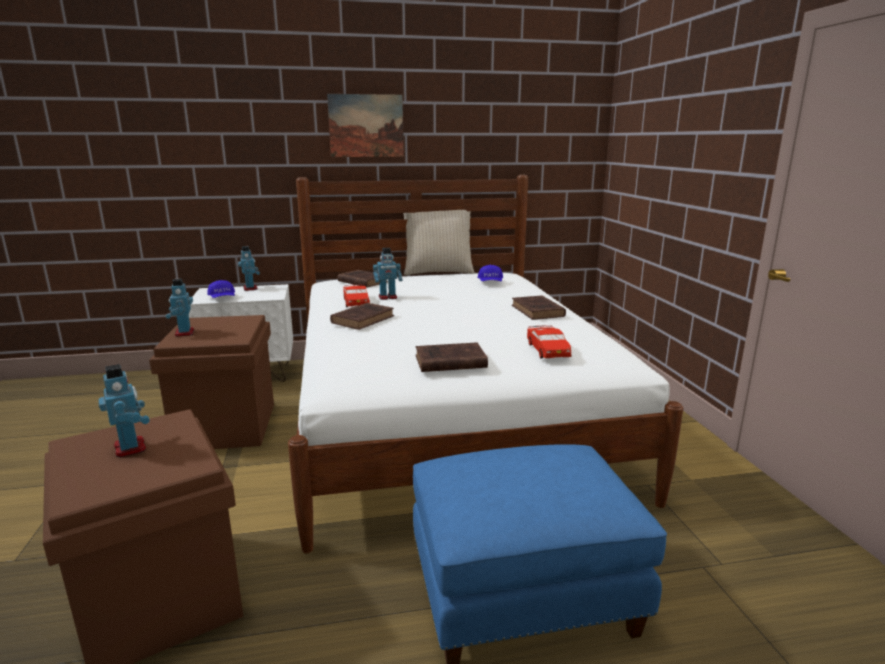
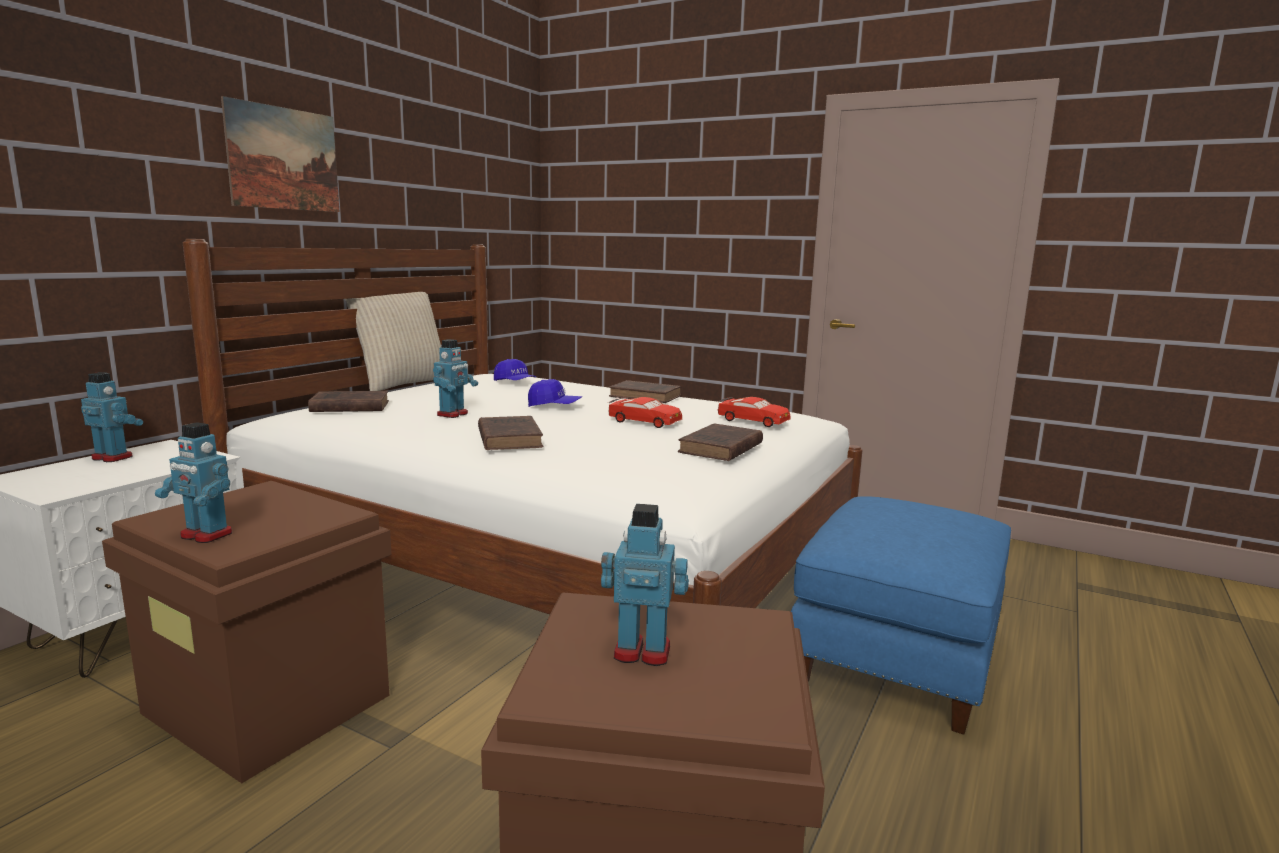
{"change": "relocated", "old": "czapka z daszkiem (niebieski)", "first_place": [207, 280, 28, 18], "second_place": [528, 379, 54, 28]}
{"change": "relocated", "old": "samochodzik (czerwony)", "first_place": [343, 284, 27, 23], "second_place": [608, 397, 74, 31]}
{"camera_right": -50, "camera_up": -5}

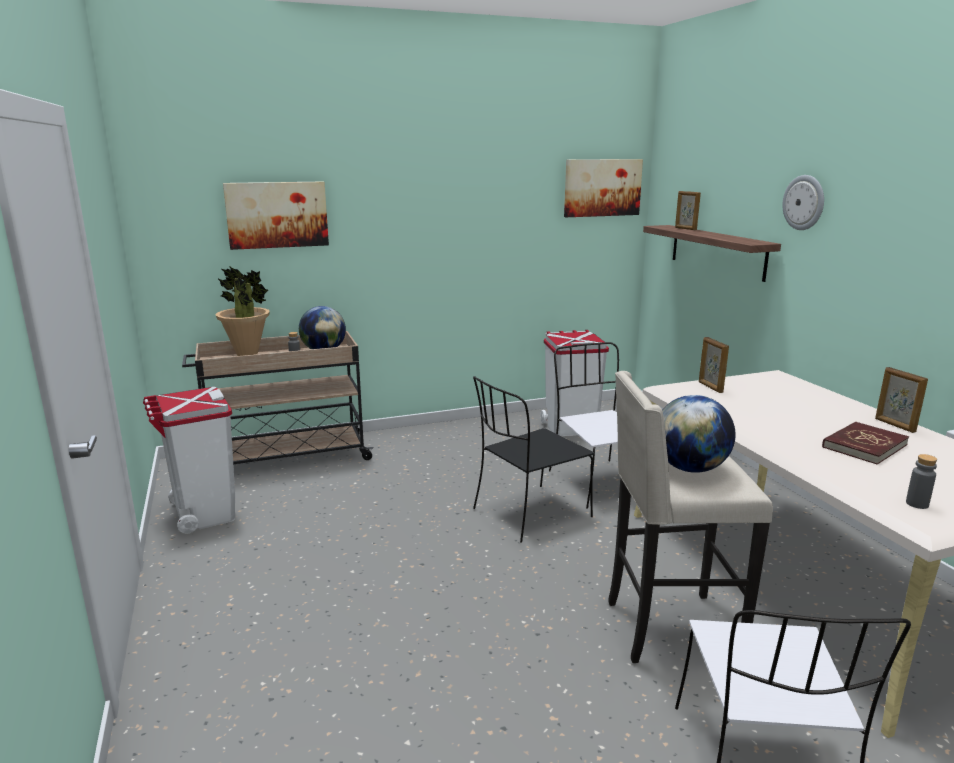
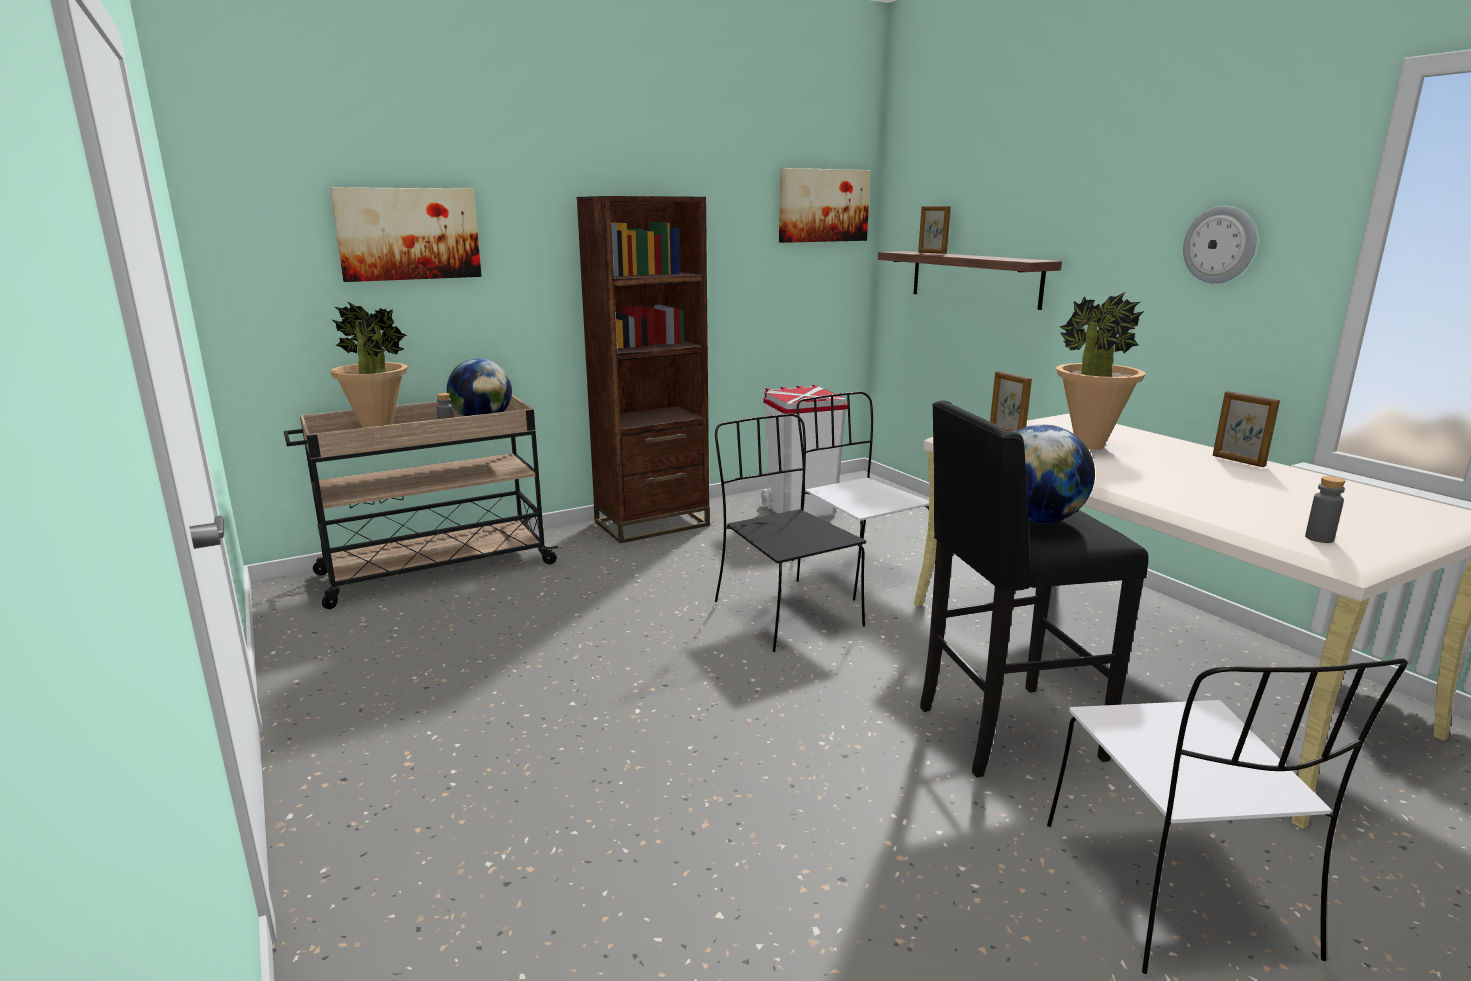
{"change": "appeared", "new": "regał (brązowy)", "second_place": [577, 196, 133, 347]}
{"change": "spun", "old": "krzesło (czarny)", "first_place": [473, 376, 121, 167], "second_place": [715, 414, 151, 238], "degrees": 105}
{"change": "colour", "old": "stołek (beżowy)", "new": "stołek (czarny)", "first_place": [608, 371, 165, 292], "second_place": [920, 400, 229, 378]}
{"change": "appeared", "new": "roślina doniczkowa", "second_place": [1056, 292, 90, 158]}
{"change": "relocated", "old": "zegar ścienny", "first_place": [782, 175, 42, 55], "second_place": [1183, 206, 74, 78]}
{"change": "missing", "old": "kosz na śmieci (biały)", "first_place": [143, 387, 92, 147]}
{"change": "missing", "old": "książka (czerwony)", "first_place": [822, 422, 87, 43]}
{"camera_right": -10, "camera_up": 0}

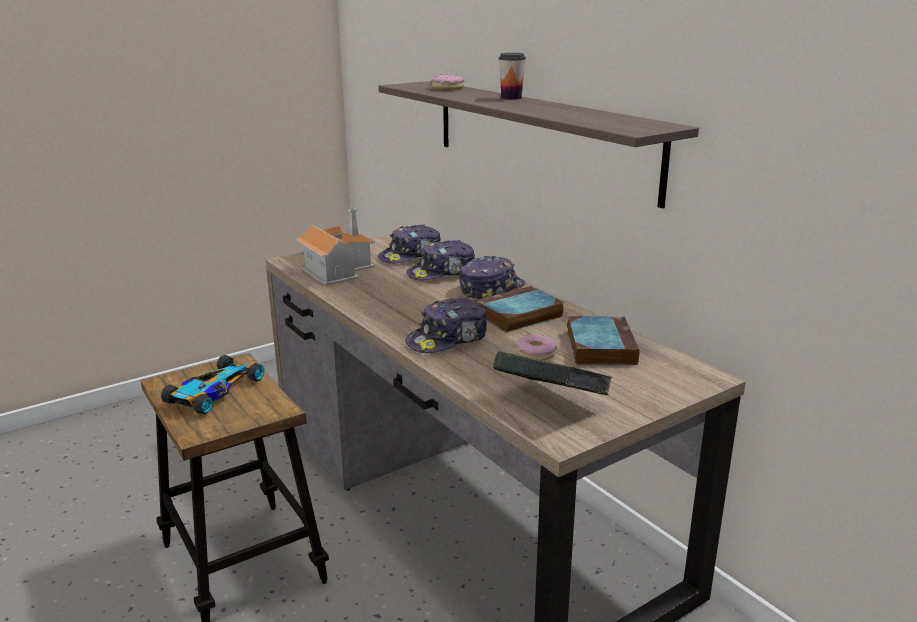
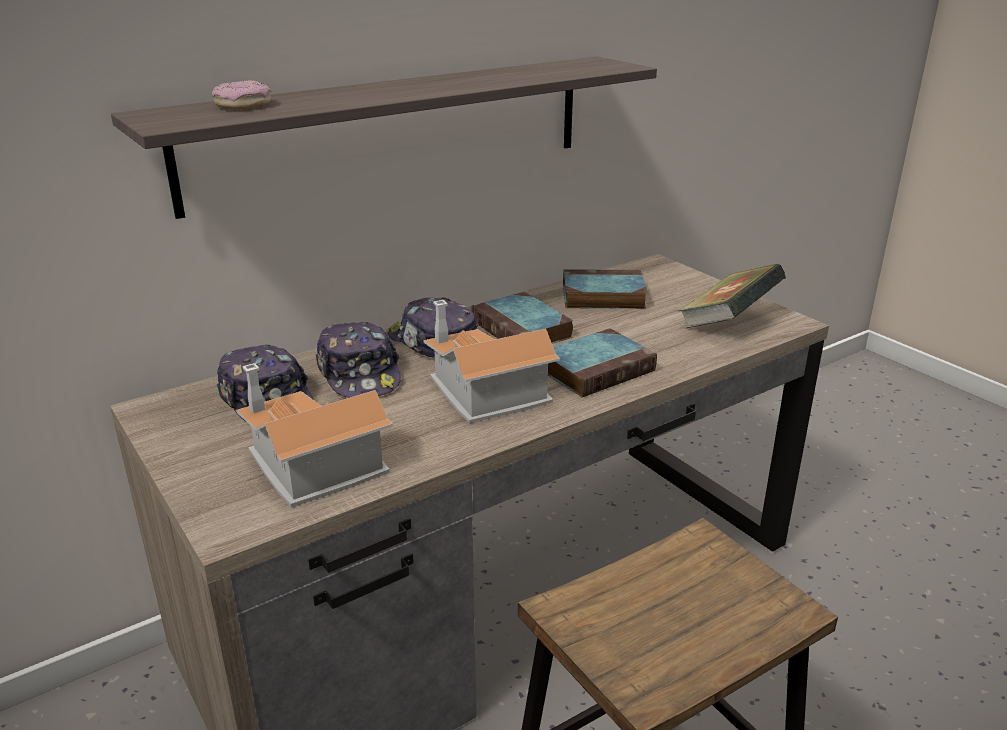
{"change": "appeared", "new": "domek", "second_place": [423, 300, 137, 123]}
{"change": "exchanged", "old": "czapka z daszkiem", "new": "książka", "first_place": [405, 297, 82, 56], "second_place": [548, 328, 109, 69]}
{"change": "missing", "old": "samochodzik", "first_place": [161, 355, 103, 60]}
{"change": "missing", "old": "filiżanka", "first_place": [499, 53, 27, 47]}
{"change": "missing", "old": "donut", "first_place": [516, 334, 41, 27]}
{"camera_right": -90, "camera_up": 5}

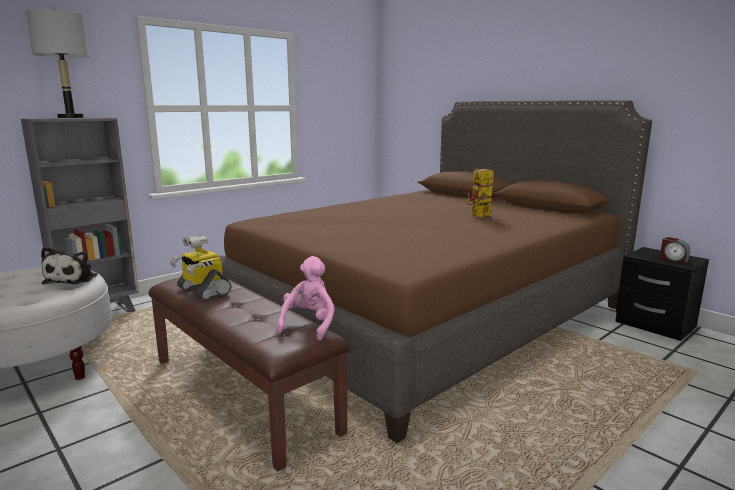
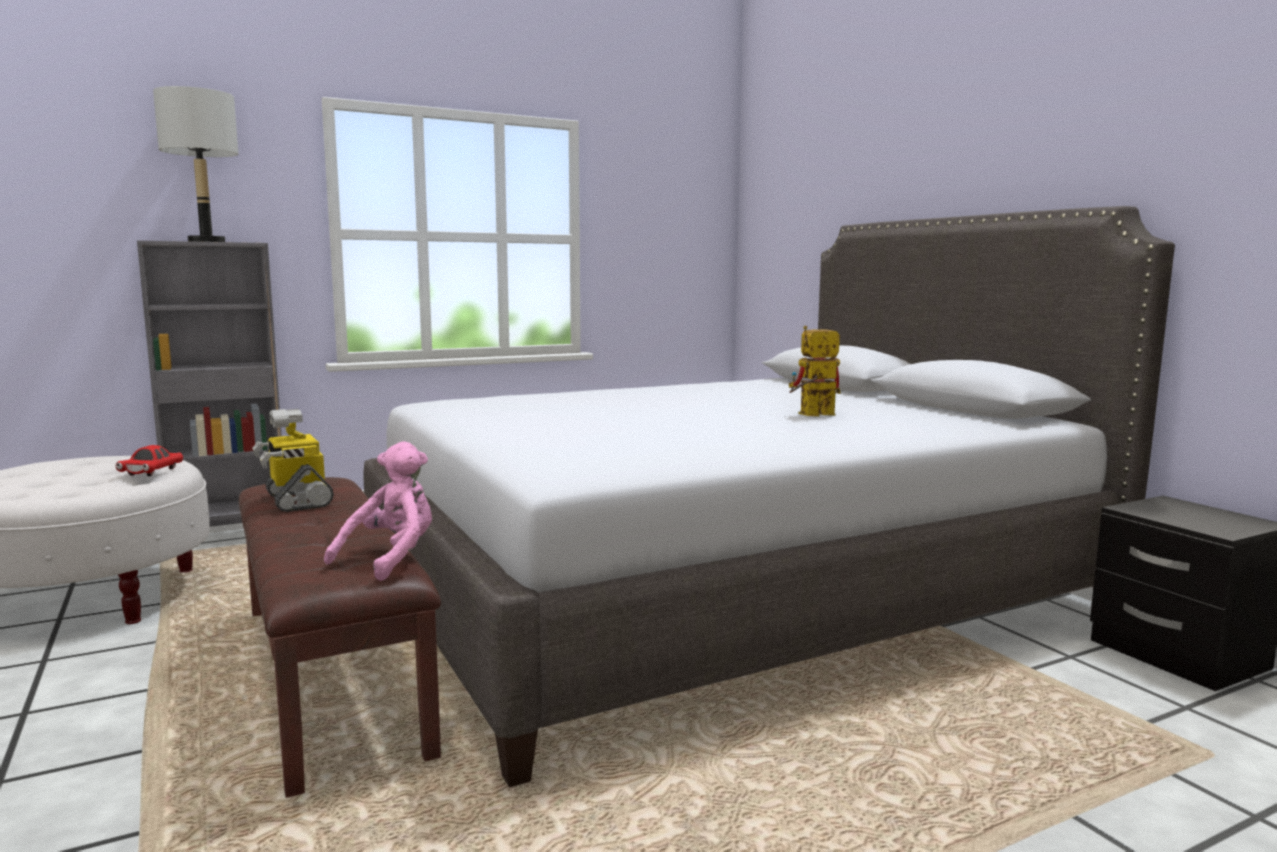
{"change": "exchanged", "old": "pluszak", "new": "samochodzik (czerwony)", "first_place": [41, 247, 57, 38], "second_place": [115, 445, 68, 31]}
{"change": "colour", "old": "łóżko (brązowy)", "new": "łóżko (szary)", "first_place": [219, 100, 433, 343], "second_place": [363, 206, 812, 582]}
{"change": "missing", "old": "budzik", "first_place": [660, 237, 30, 26]}
{"camera_right": 15, "camera_up": -5}

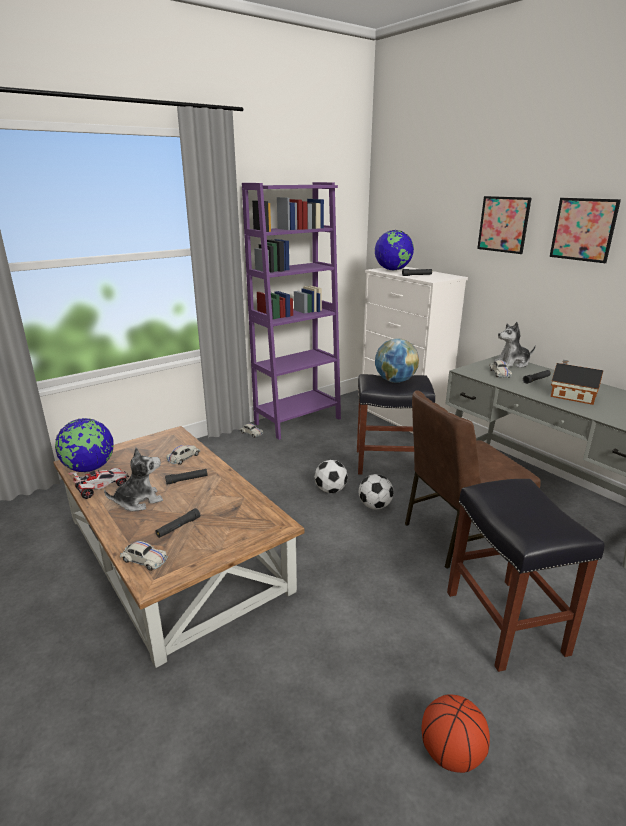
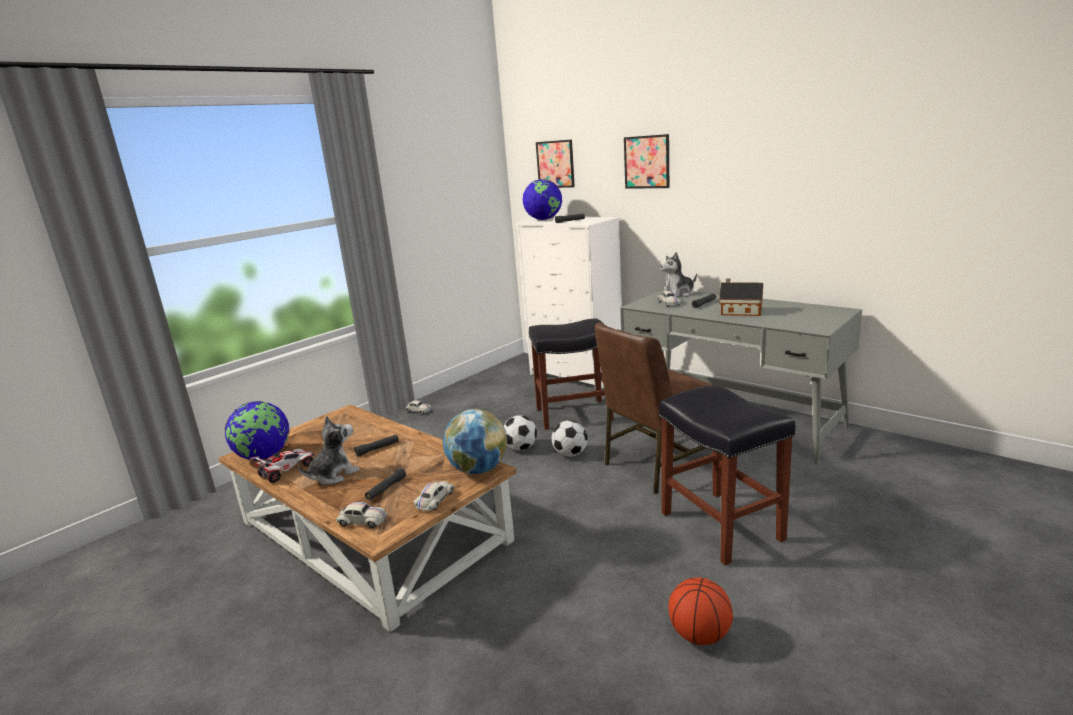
{"change": "relocated", "old": "samochodzik (biały)", "first_place": [166, 445, 34, 20], "second_place": [414, 481, 41, 30]}
{"change": "relocated", "old": "globus", "first_place": [375, 338, 44, 45], "second_place": [443, 409, 64, 65]}
{"change": "relocated", "old": "obraz", "first_place": [550, 198, 71, 65], "second_place": [536, 140, 39, 48]}
{"change": "missing", "old": "regał (fioletowy)", "first_place": [242, 182, 99, 258]}
{"camera_right": -10, "camera_up": -5}

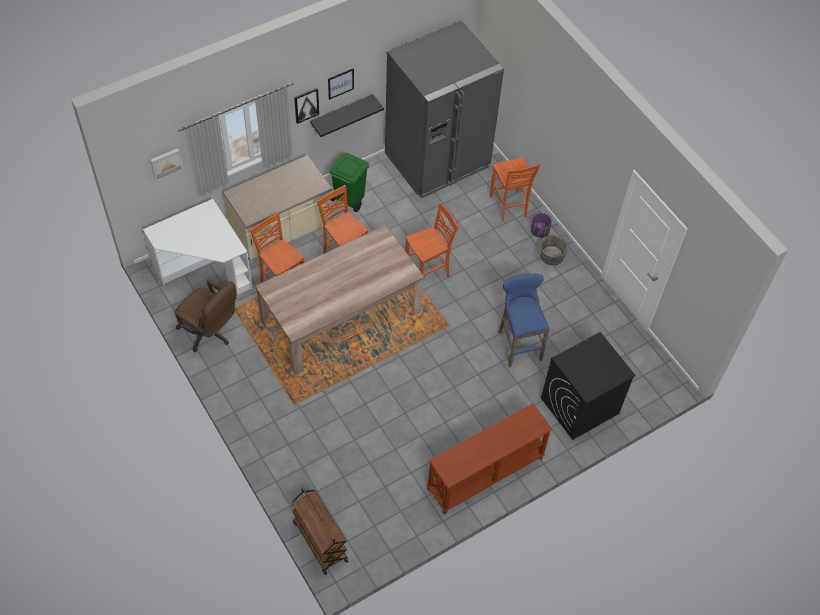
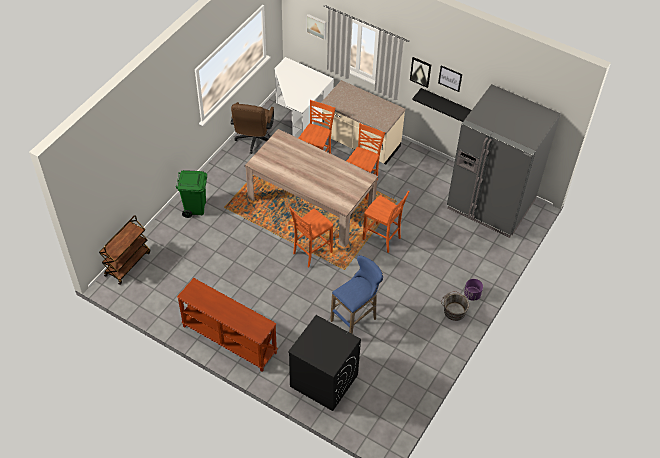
{"change": "relocated", "old": "kosz na śmieci (zielony)", "first_place": [330, 153, 39, 59], "second_place": [176, 170, 31, 48]}
{"change": "relocated", "old": "krzesło (pomarańczowy)", "first_place": [490, 158, 51, 64], "second_place": [289, 206, 44, 61]}
{"camera_right": 65, "camera_up": -5}

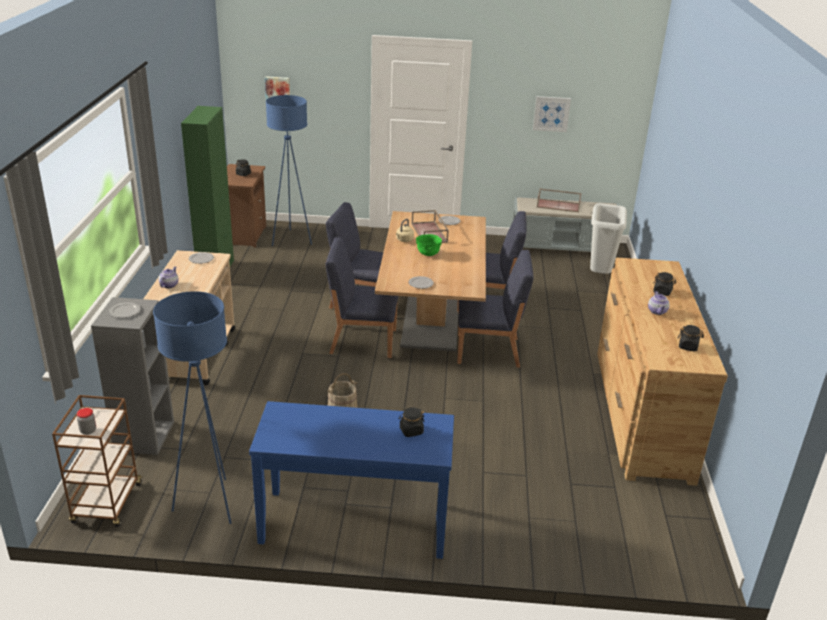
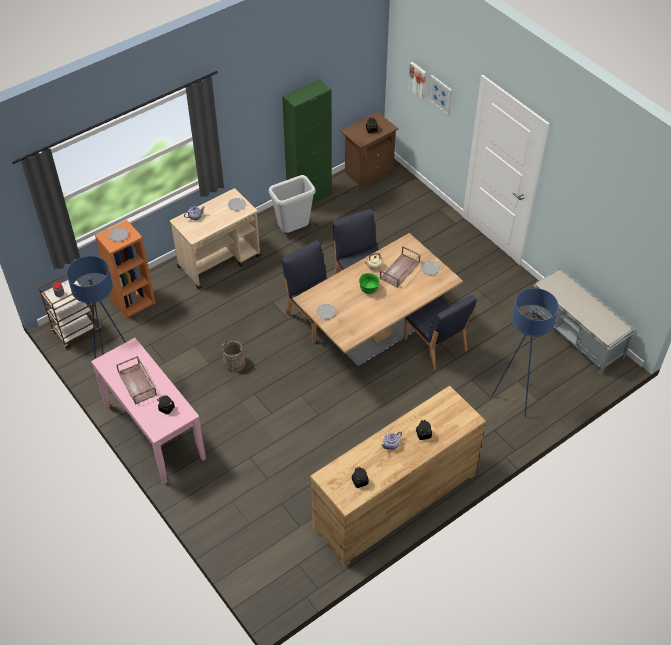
{"change": "colour", "old": "stolik konsolowy (niebieski)", "new": "stolik konsolowy (różowy)", "first_place": [249, 401, 205, 158], "second_place": [91, 338, 115, 146]}
{"change": "colour", "old": "regał (szary)", "new": "regał (pomarańczowy)", "first_place": [91, 297, 83, 158], "second_place": [95, 220, 61, 98]}
{"change": "relocated", "old": "taca (brązowy)", "first_place": [537, 189, 45, 23], "second_place": [116, 356, 41, 49]}
{"change": "relocated", "old": "kosz na śmieci (szary)", "first_place": [590, 203, 37, 71], "second_place": [269, 175, 47, 58]}
{"change": "relocated", "old": "obraz", "first_place": [533, 96, 38, 36], "second_place": [428, 75, 24, 40]}
{"change": "relocated", "old": "lampa stojąca (niebieski)", "first_place": [266, 95, 46, 151], "second_place": [491, 288, 68, 129]}
{"change": "missing", "old": "krzesło (niebieski)", "first_place": [457, 250, 76, 118]}
{"camera_right": 50, "camera_up": 20}

